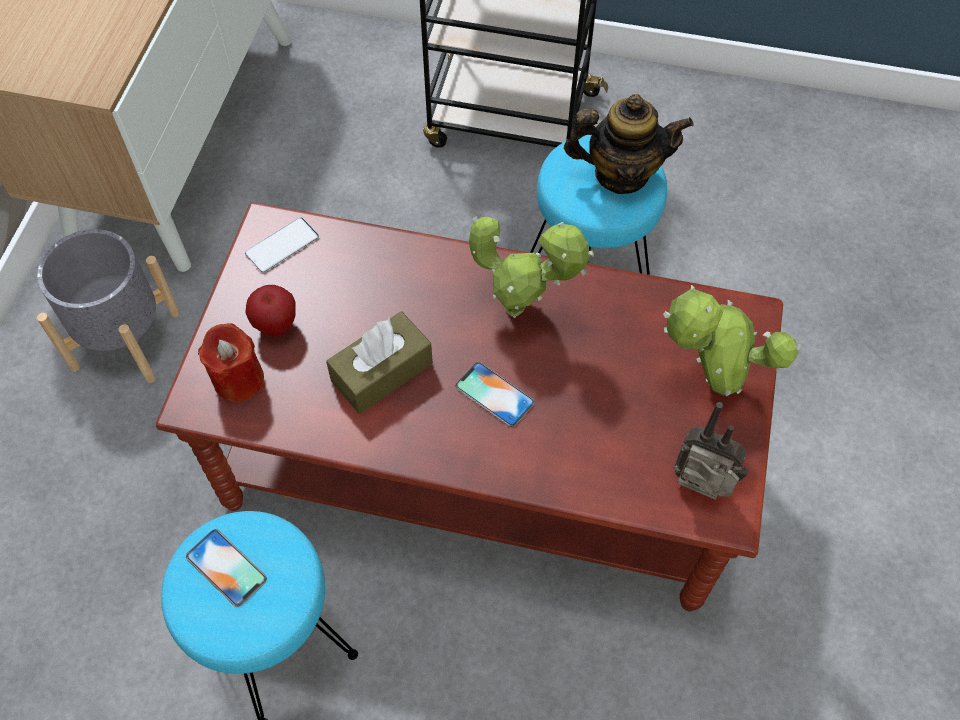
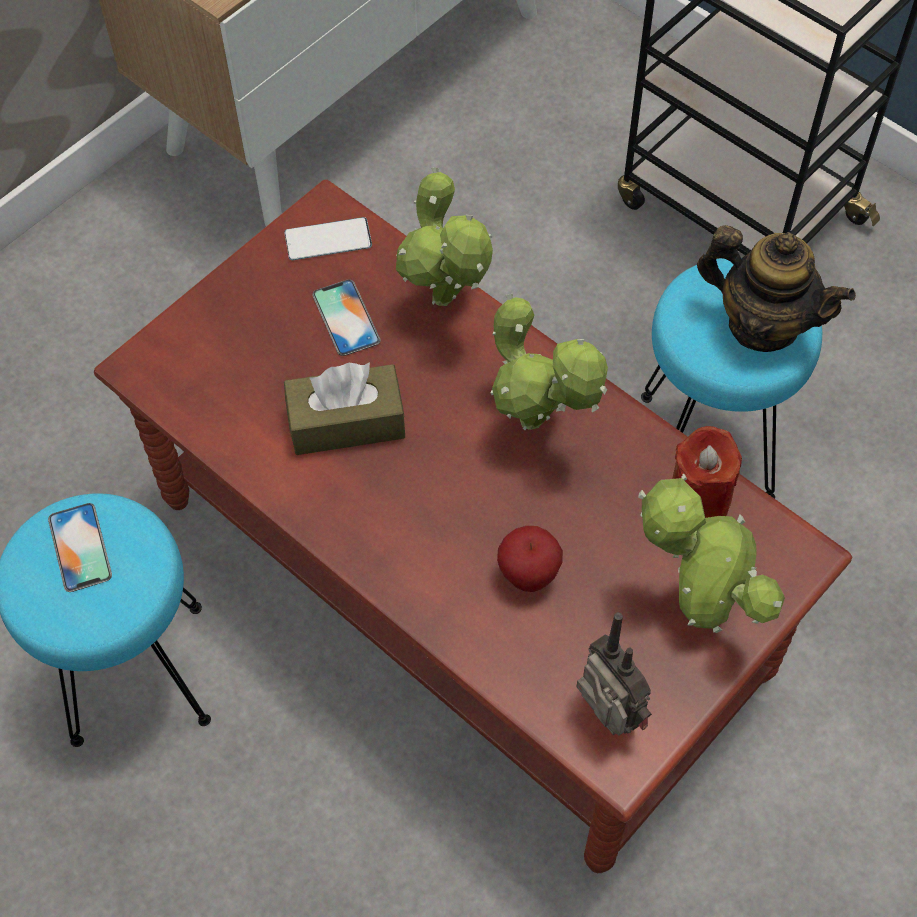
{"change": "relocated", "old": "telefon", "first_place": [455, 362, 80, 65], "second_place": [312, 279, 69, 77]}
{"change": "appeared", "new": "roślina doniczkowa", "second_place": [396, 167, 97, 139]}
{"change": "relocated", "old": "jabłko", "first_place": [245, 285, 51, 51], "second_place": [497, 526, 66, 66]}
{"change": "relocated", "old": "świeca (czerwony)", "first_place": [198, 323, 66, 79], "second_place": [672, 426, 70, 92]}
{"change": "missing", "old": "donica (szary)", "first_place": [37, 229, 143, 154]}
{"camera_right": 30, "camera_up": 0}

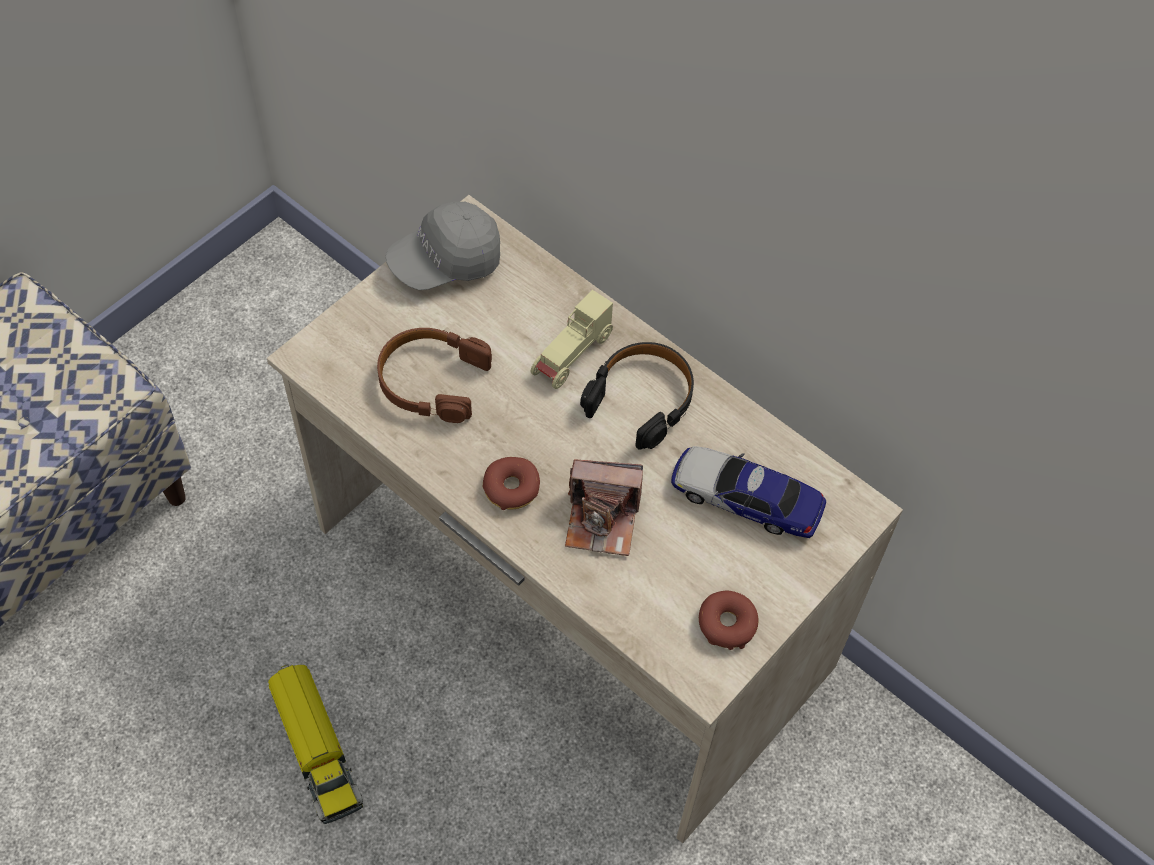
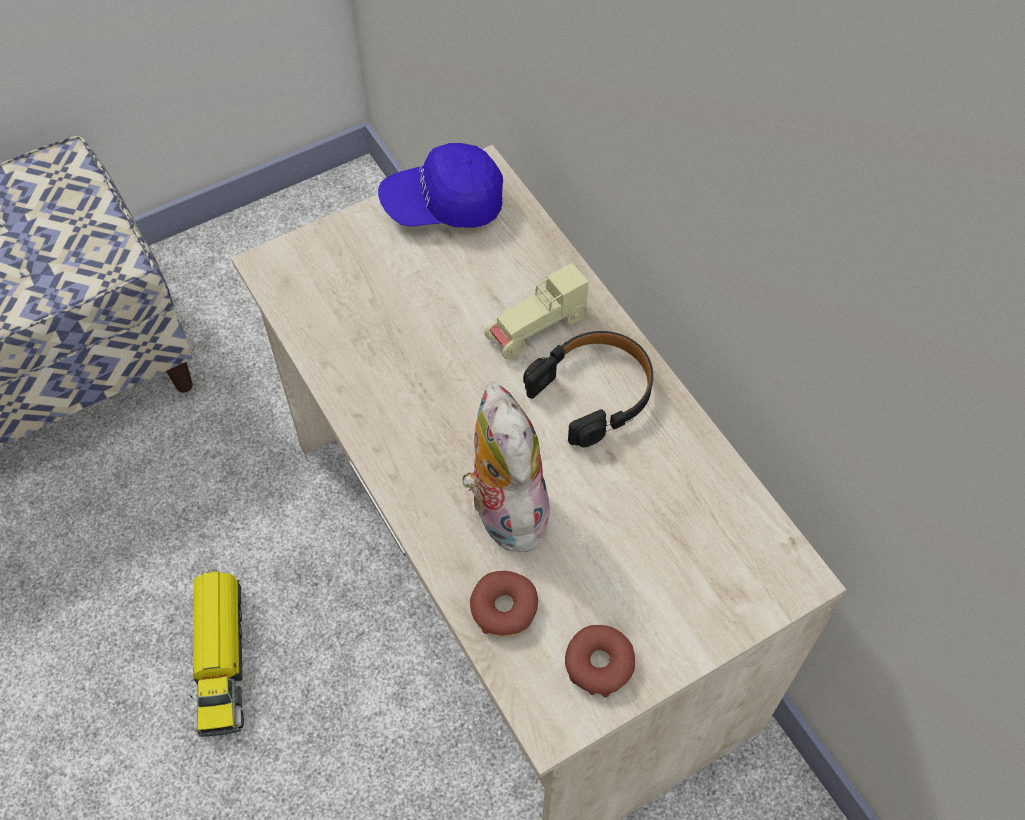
{"change": "colour", "old": "czapka z daszkiem (szary)", "new": "czapka z daszkiem (niebieski)", "first_place": [386, 202, 114, 88], "second_place": [378, 143, 125, 85]}
{"change": "exchanged", "old": "aparat fotograficzny", "new": "pluszak", "first_place": [565, 460, 78, 96], "second_place": [462, 381, 91, 171]}
{"change": "relocated", "old": "donut", "first_place": [483, 457, 57, 53], "second_place": [470, 571, 68, 66]}
{"change": "missing", "old": "słuchawki (brązowy)", "first_place": [377, 328, 115, 95]}
{"change": "missing", "old": "samochodzik", "first_place": [671, 446, 155, 92]}
{"camera_right": 20, "camera_up": 0}

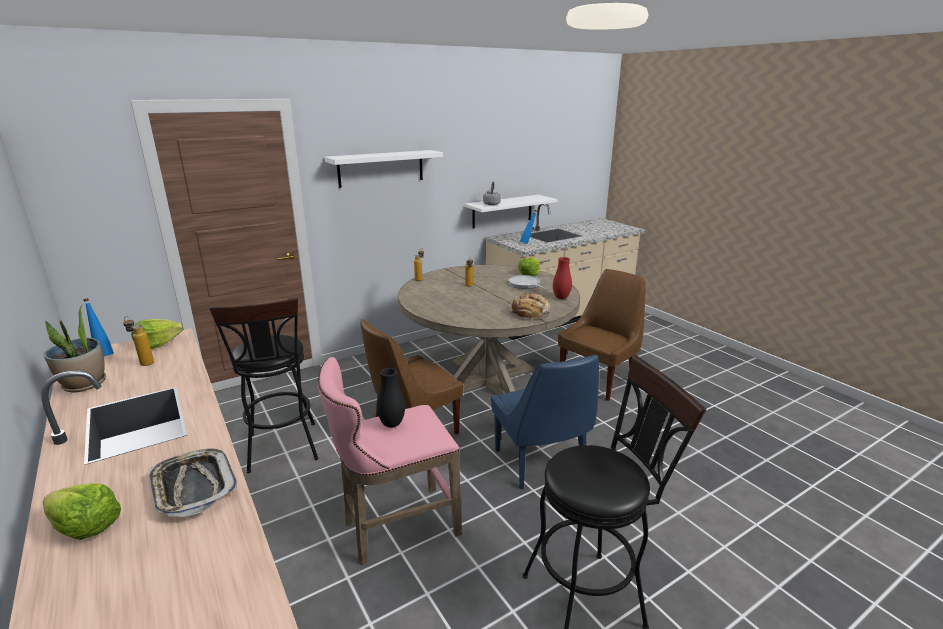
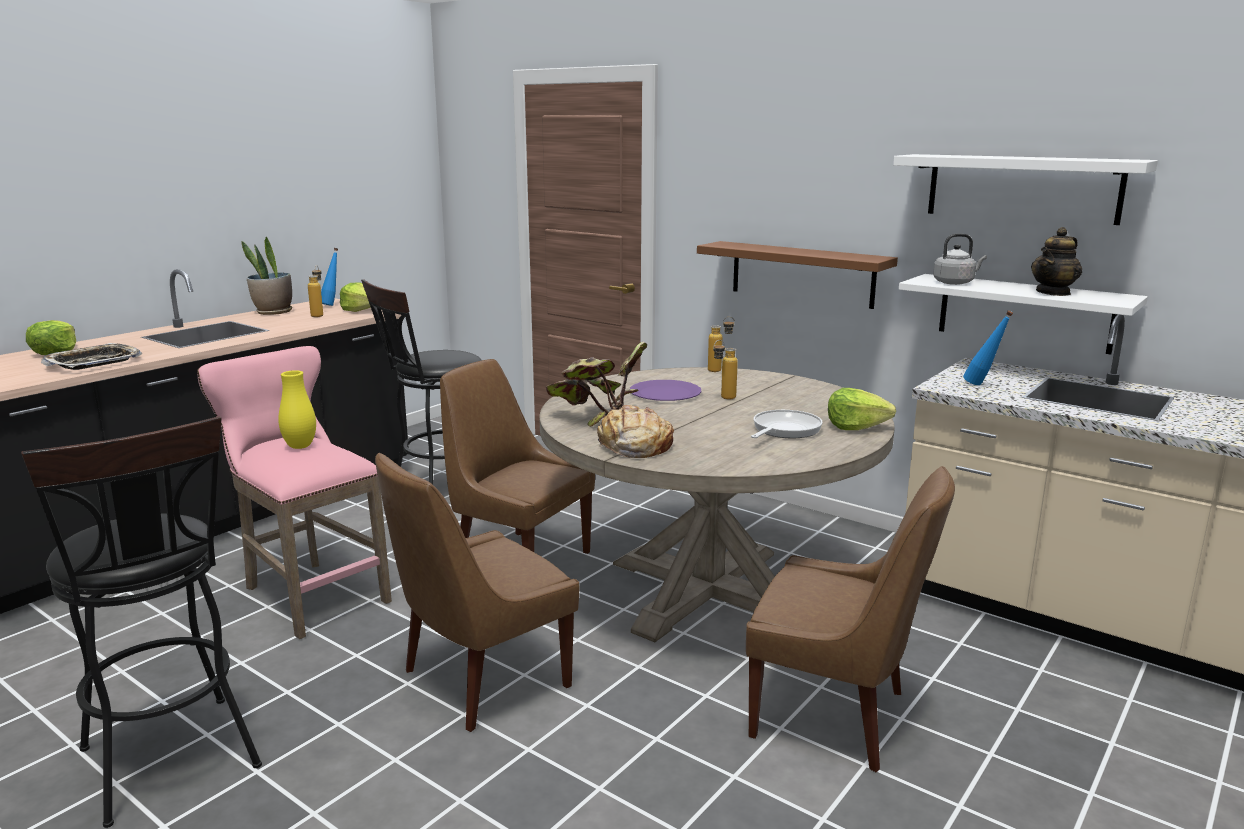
{"change": "colour", "old": "wazon (czarny)", "new": "wazon (żółty)", "first_place": [377, 368, 28, 60], "second_place": [278, 370, 38, 79]}
{"change": "colour", "old": "krzesło (niebieski)", "new": "krzesło (brązowy)", "first_place": [491, 355, 108, 134], "second_place": [375, 453, 204, 279]}
{"change": "appeared", "new": "roślina doniczkowa", "second_place": [546, 342, 101, 85]}
{"change": "appeared", "new": "talerz (fioletowy)", "second_place": [630, 380, 71, 21]}
{"change": "appeared", "new": "półka (brązowy)", "second_place": [697, 241, 201, 68]}
{"change": "relocated", "old": "półka (biały)", "first_place": [324, 150, 119, 38], "second_place": [893, 154, 265, 71]}
{"change": "appeared", "new": "imbryk", "second_place": [1031, 227, 51, 69]}
{"change": "missing", "old": "wazon (czerwony)", "first_place": [553, 257, 19, 42]}
{"camera_right": 70, "camera_up": -5}

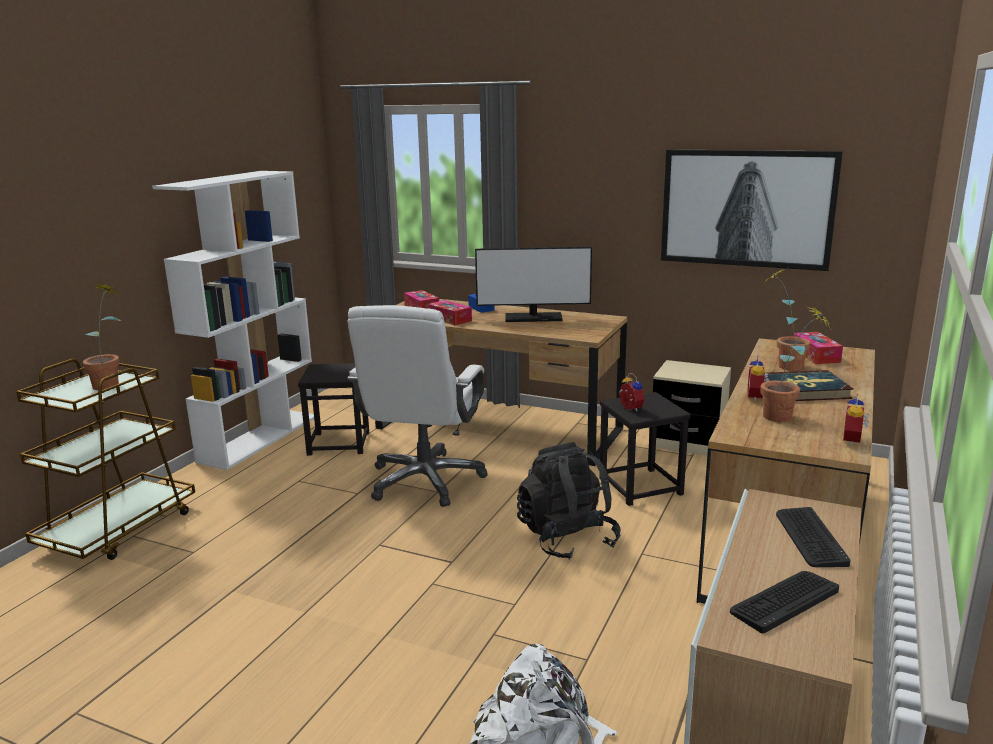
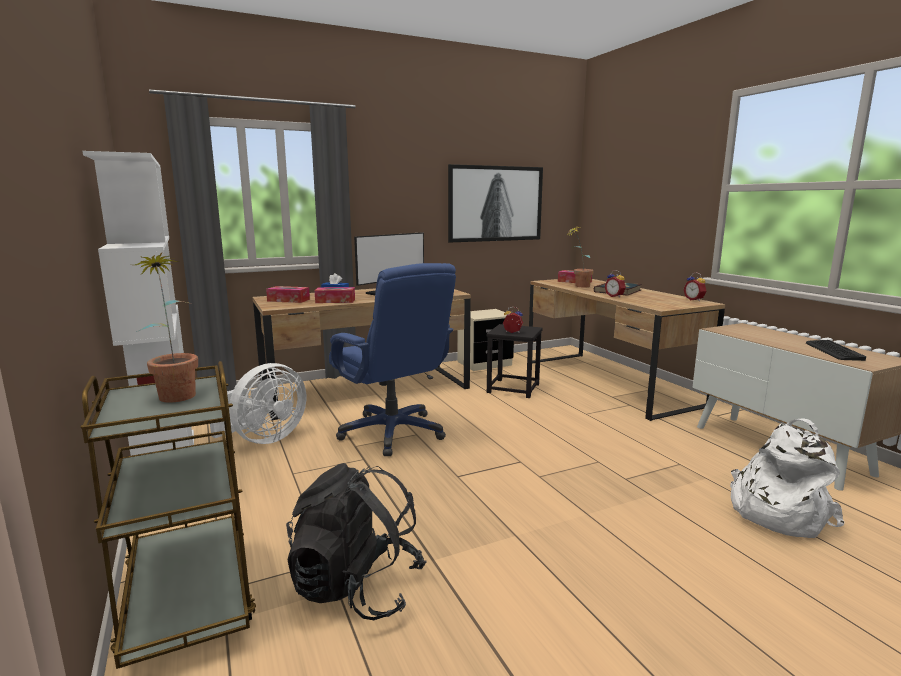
{"change": "exchanged", "old": "stołek (czarny)", "new": "wentylator (biały)", "first_place": [298, 363, 71, 93], "second_place": [210, 363, 96, 81]}
{"change": "relocated", "old": "plecak (czarny)", "first_place": [517, 442, 104, 117], "second_place": [286, 463, 141, 157]}
{"change": "colour", "old": "krzesło biurowe (biały)", "new": "krzesło biurowe (niebieski)", "first_place": [347, 305, 141, 202], "second_place": [329, 263, 127, 193]}
{"change": "missing", "old": "roślina doniczkowa", "first_place": [761, 306, 70, 116]}
{"change": "missing", "old": "klawiatura", "first_place": [776, 507, 74, 60]}
{"camera_right": -50, "camera_up": -5}

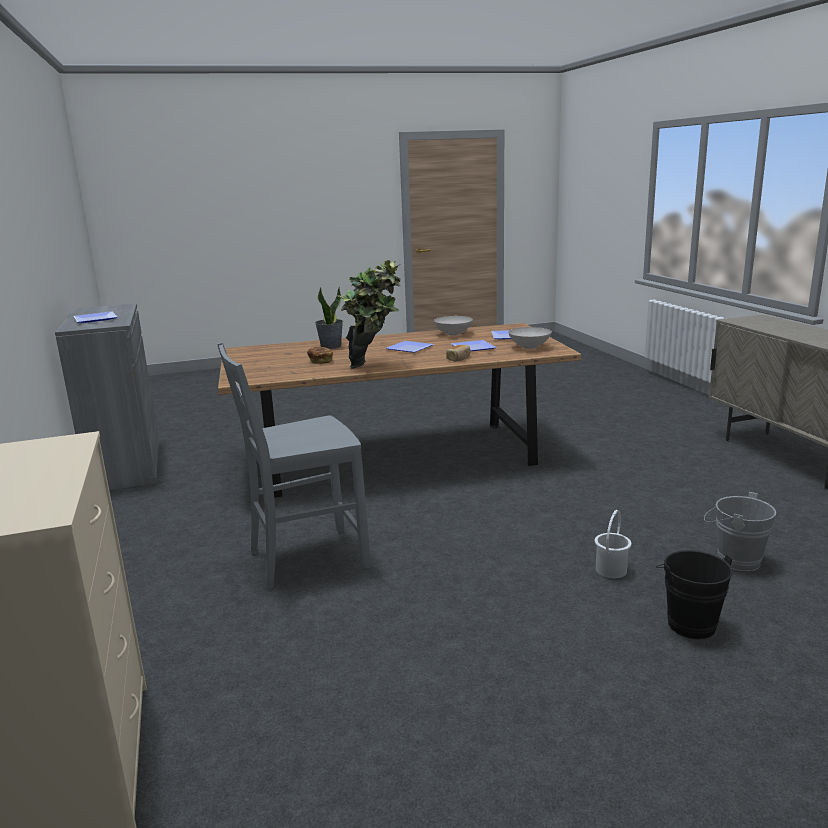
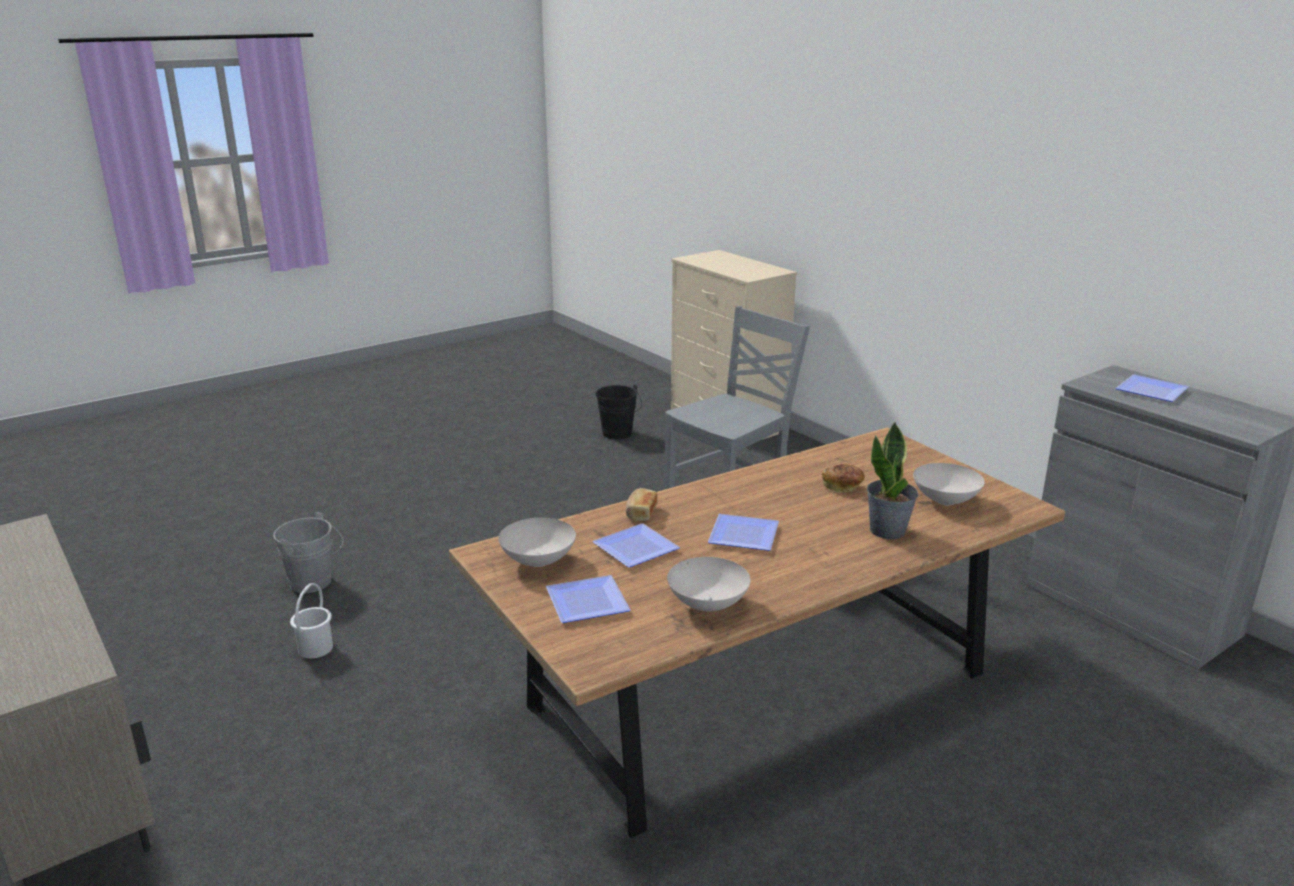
{"change": "relocated", "old": "wiadro (biały)", "first_place": [594, 510, 38, 68], "second_place": [290, 583, 43, 75]}
{"change": "relocated", "old": "wiadro (czarny)", "first_place": [656, 550, 77, 90], "second_place": [596, 384, 46, 55]}
{"change": "appeared", "new": "miska (biały)", "second_place": [913, 463, 72, 43]}
{"change": "missing", "old": "roślina doniczkowa", "first_place": [336, 260, 65, 109]}
{"camera_right": 160, "camera_up": 5}

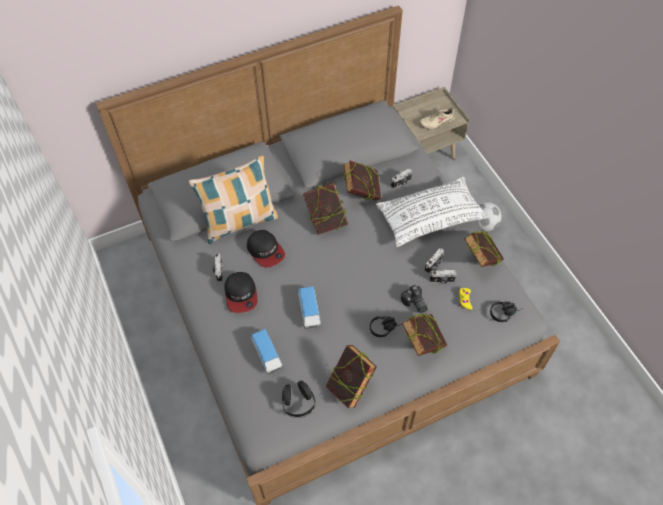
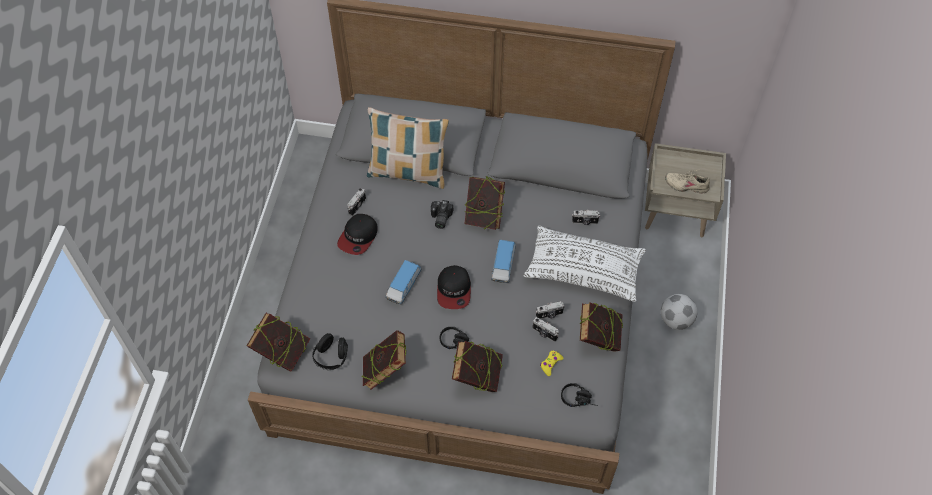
{"change": "relocated", "old": "książka", "first_place": [343, 160, 38, 41], "second_place": [246, 313, 64, 59]}
{"change": "relocated", "old": "aparat fotograficzny", "first_place": [401, 285, 27, 28], "second_place": [431, 200, 22, 29]}
{"change": "relocated", "old": "czapka z daszkiem", "first_place": [247, 230, 38, 38], "second_place": [437, 265, 34, 44]}
{"change": "relocated", "old": "samochodzik", "first_place": [250, 329, 33, 45], "second_place": [491, 240, 25, 43]}
{"camera_right": 35, "camera_up": 0}

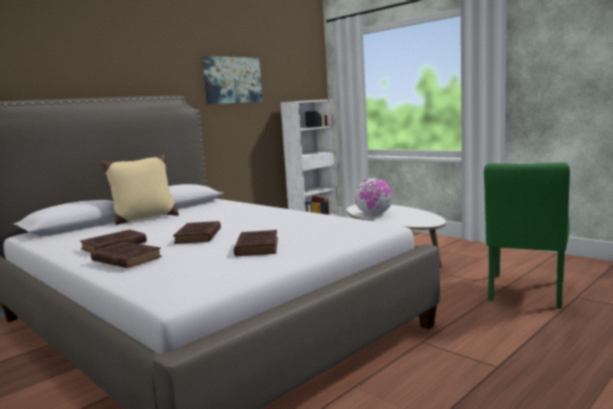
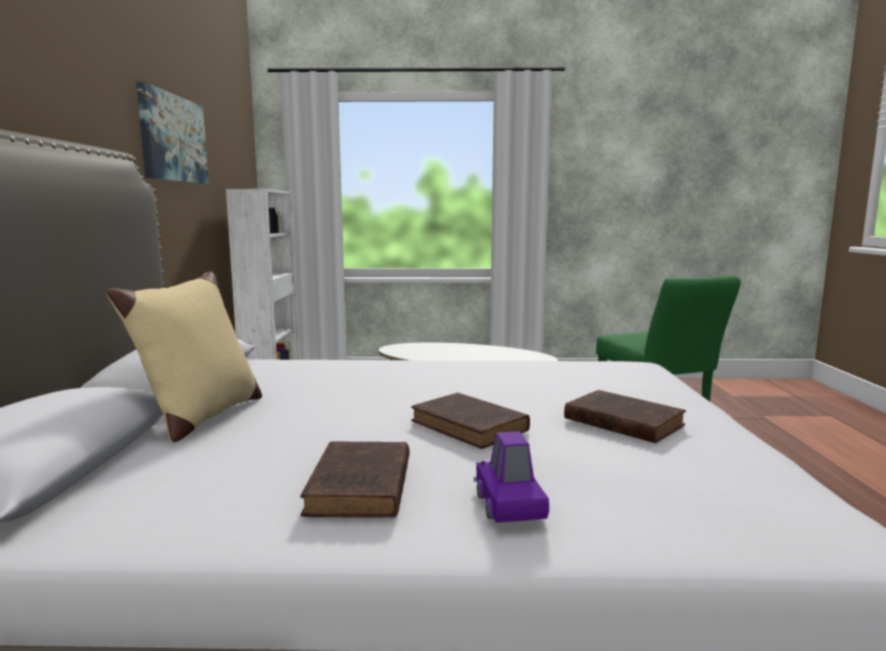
{"change": "exchanged", "old": "książka (brązowy)", "new": "samochodzik (fioletowy)", "first_place": [91, 242, 71, 26], "second_place": [474, 431, 75, 92]}
{"change": "missing", "old": "globus", "first_place": [355, 178, 38, 38]}
{"camera_right": -45, "camera_up": 0}

